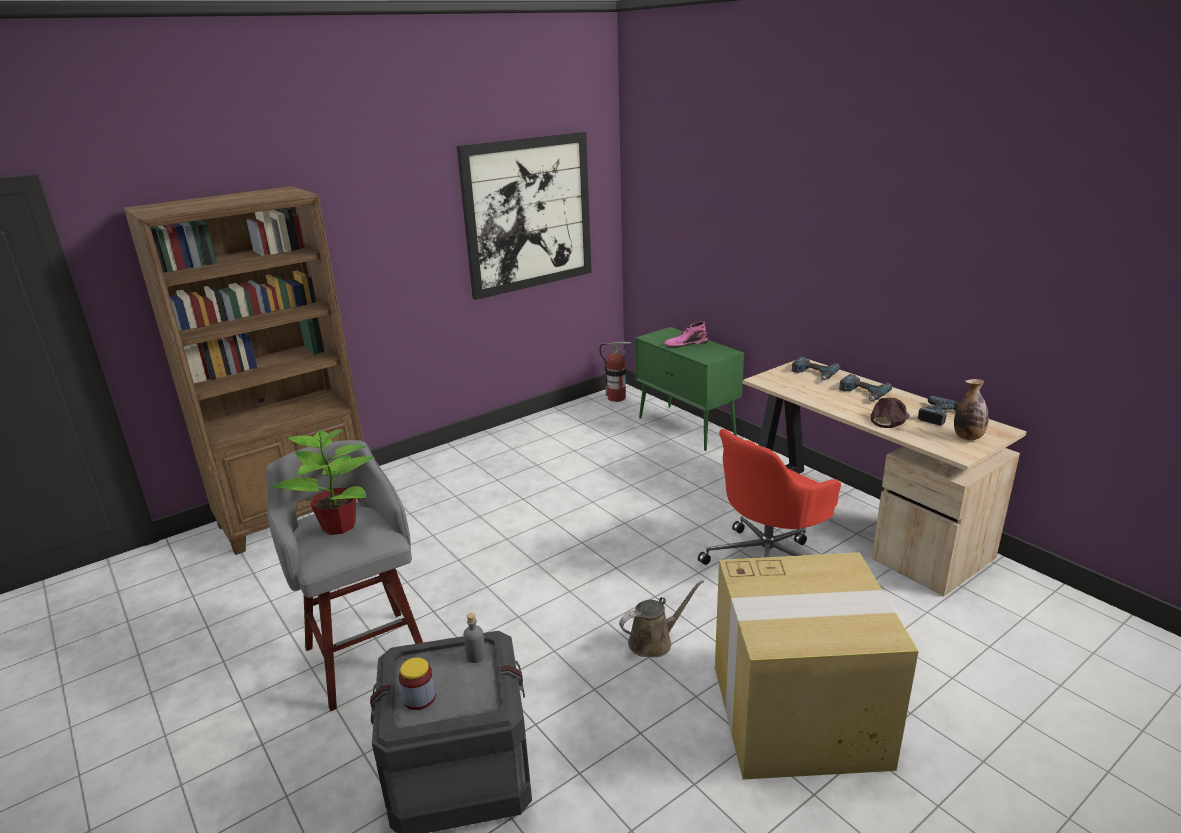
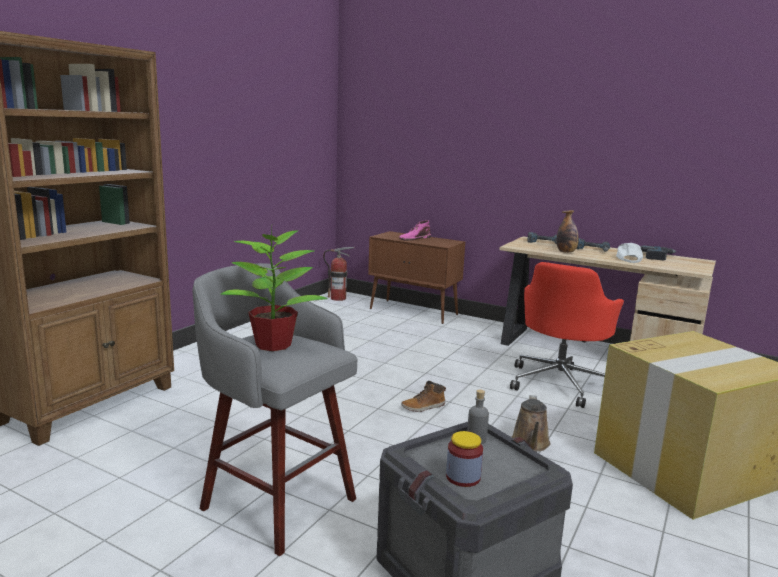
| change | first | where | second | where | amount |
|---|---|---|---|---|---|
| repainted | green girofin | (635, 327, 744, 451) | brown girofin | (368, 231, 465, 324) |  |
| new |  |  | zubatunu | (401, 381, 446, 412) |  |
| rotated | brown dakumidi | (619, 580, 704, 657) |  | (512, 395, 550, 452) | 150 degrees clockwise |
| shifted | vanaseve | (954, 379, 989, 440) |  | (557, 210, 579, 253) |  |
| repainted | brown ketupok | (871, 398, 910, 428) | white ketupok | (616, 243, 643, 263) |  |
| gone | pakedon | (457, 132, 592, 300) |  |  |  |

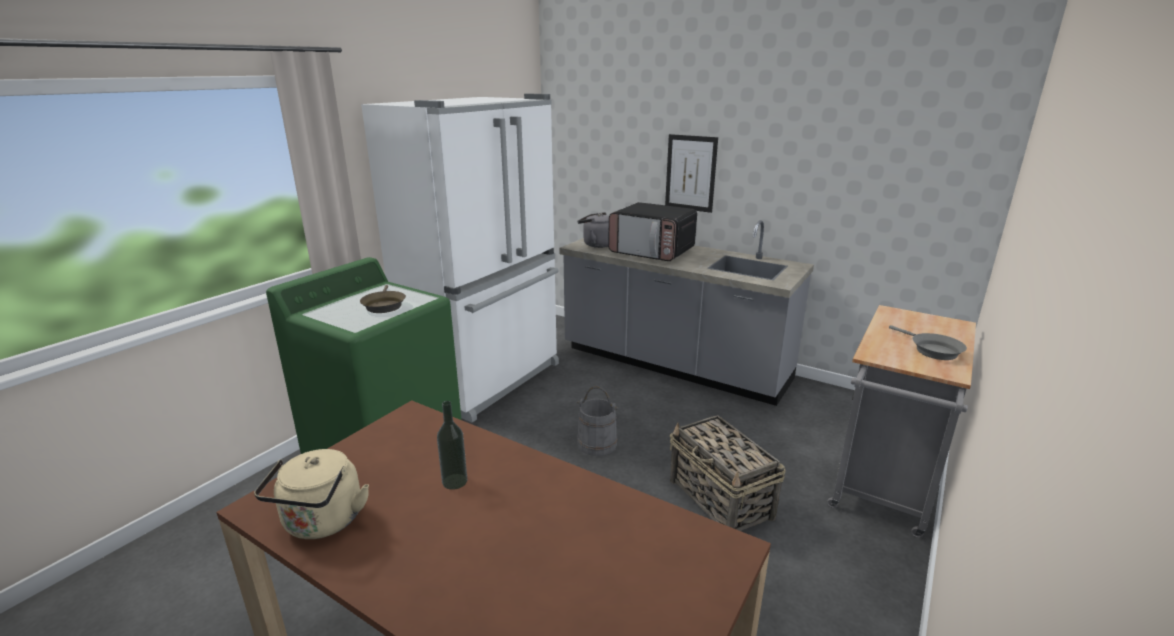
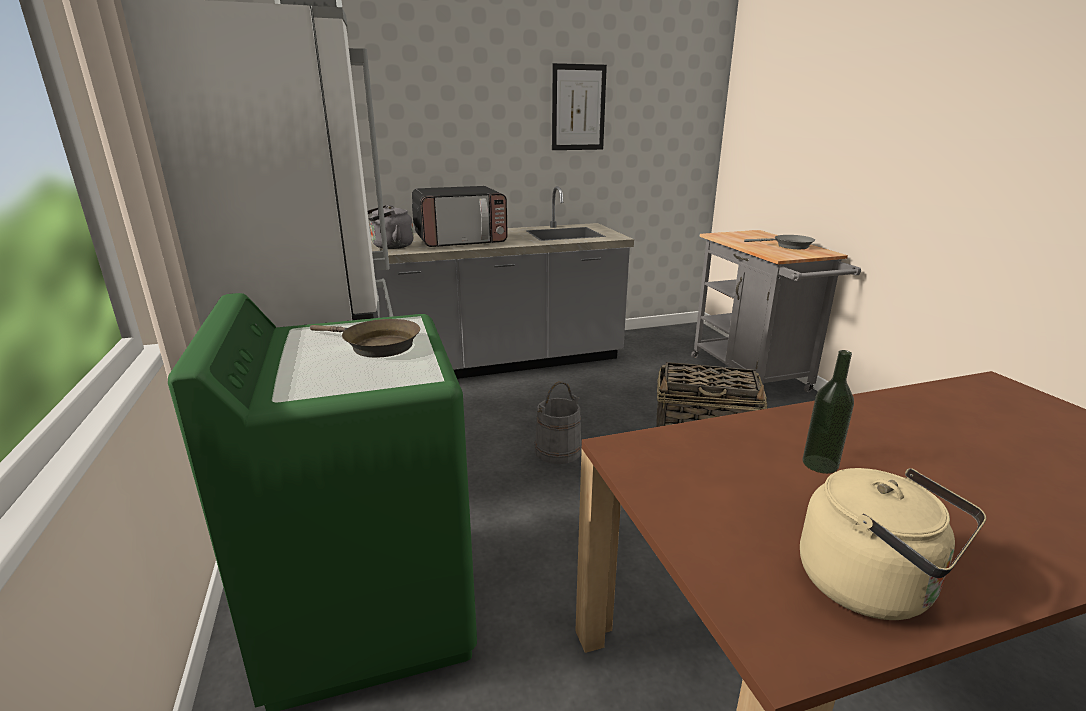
| change | first | where | second | where | amount |
|---|---|---|---|---|---|
| shifted | pakedon | (665, 134, 718, 213) |  | (552, 63, 607, 150) |  |

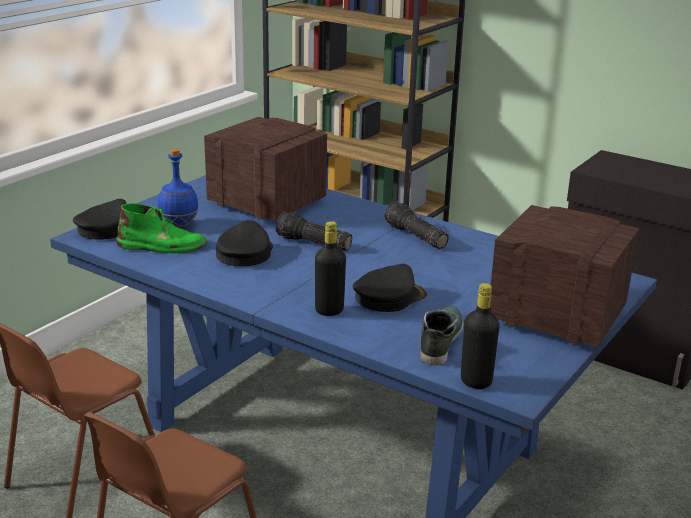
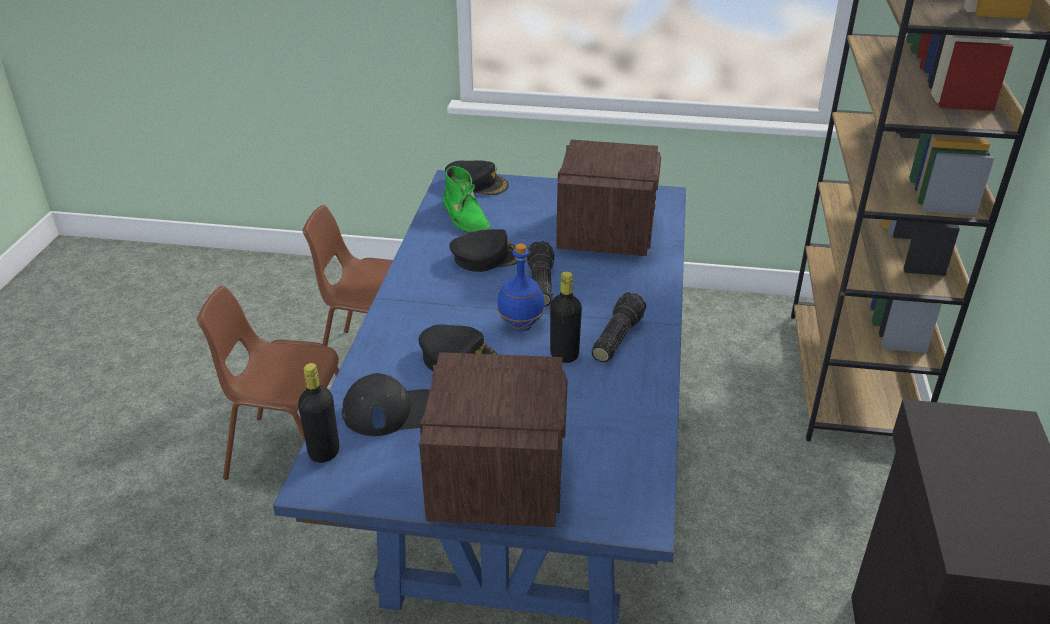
| change | first | where | second | where | amount |
|---|---|---|---|---|---|
| swapped | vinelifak | (420, 306, 463, 365) | black ketupok | (342, 373, 430, 436) |  |
| shifted | blue vanaseve | (157, 149, 199, 229) |  | (497, 244, 545, 331) |  |
| shifted | black vanaseve | (315, 221, 346, 316) |  | (550, 271, 582, 363) |  |

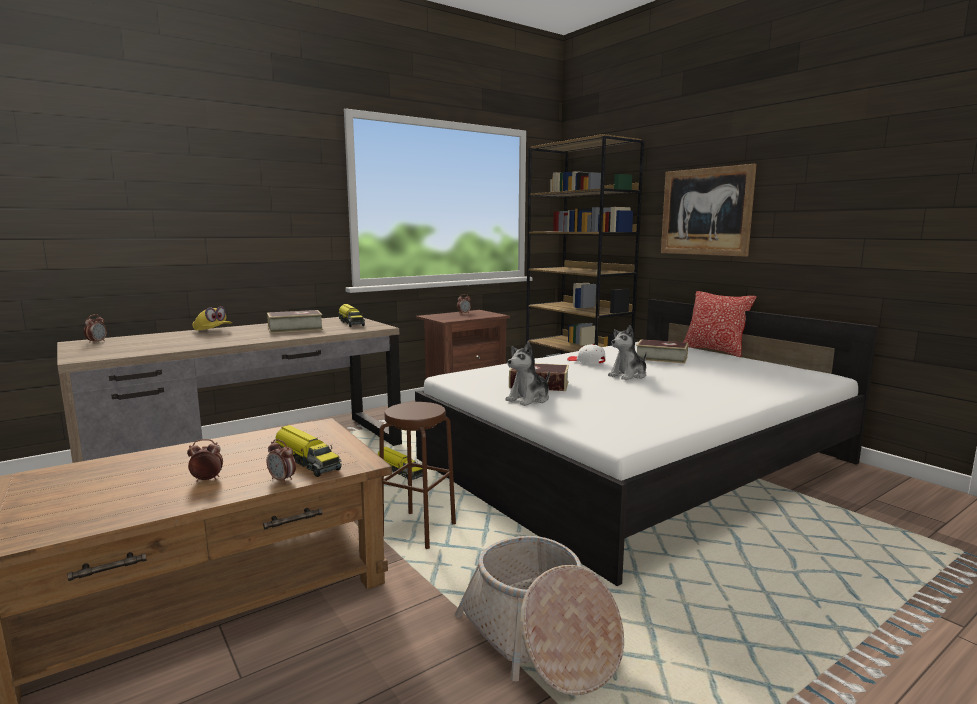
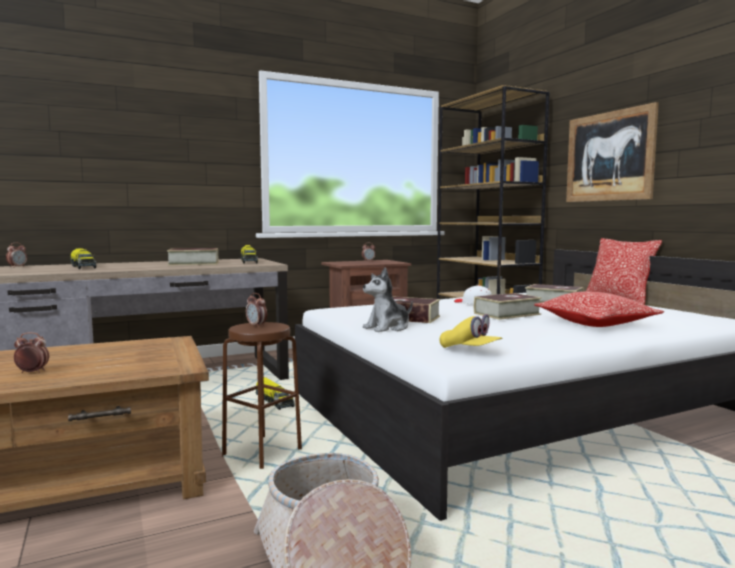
| change | first | where | second | where | amount |
|---|---|---|---|---|---|
| shifted | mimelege | (275, 425, 342, 477) |  | (70, 248, 97, 269) |  |
| shifted | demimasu | (267, 439, 296, 484) |  | (246, 293, 267, 328) |  |
| shifted | yellow ketupok | (192, 306, 232, 330) |  | (440, 314, 502, 348) |  |
| swapped | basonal | (608, 325, 647, 380) | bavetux | (474, 293, 542, 320) |  |
| new |  |  | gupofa | (534, 292, 664, 327) |  |

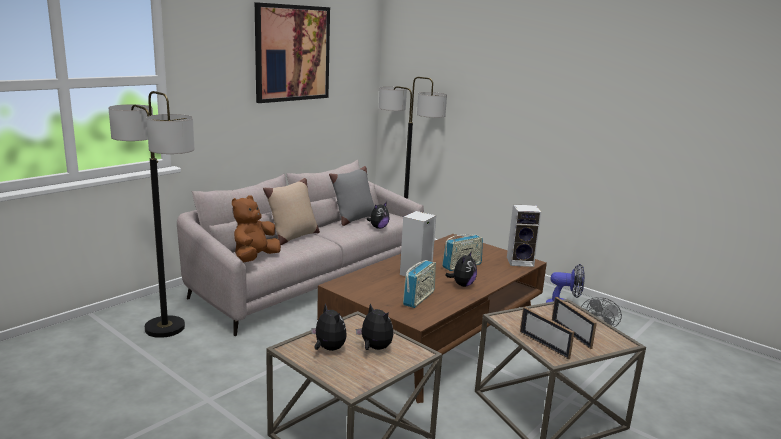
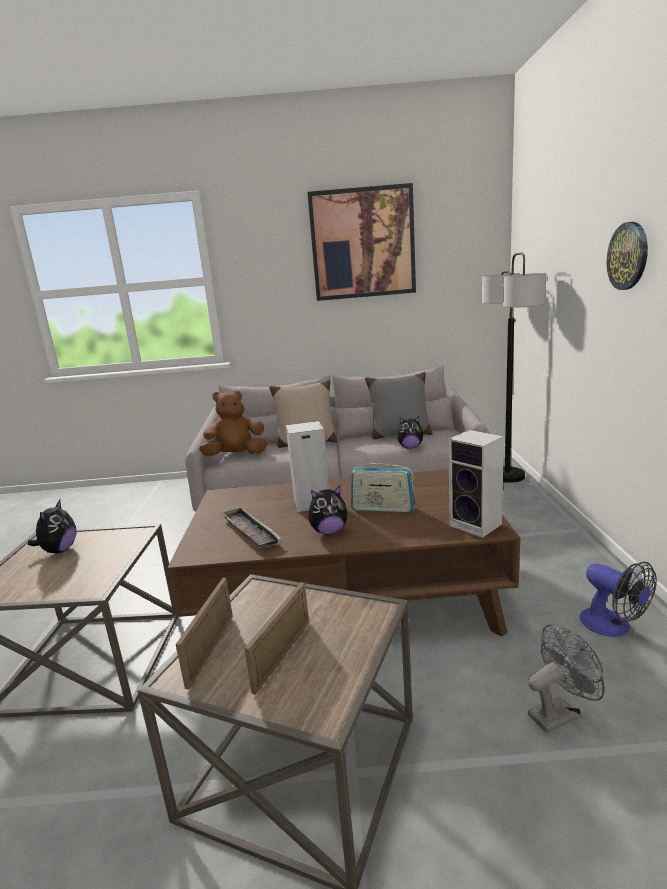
| change | first | where | second | where | amount |
|---|---|---|---|---|---|
| swapped | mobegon | (403, 260, 436, 308) | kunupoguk | (221, 506, 282, 547) |  |
| new |  |  | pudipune | (607, 222, 648, 290) |  |
| gone | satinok | (108, 91, 194, 338) |  |  |  |
| gone | basonal | (356, 303, 393, 350) |  |  |  |

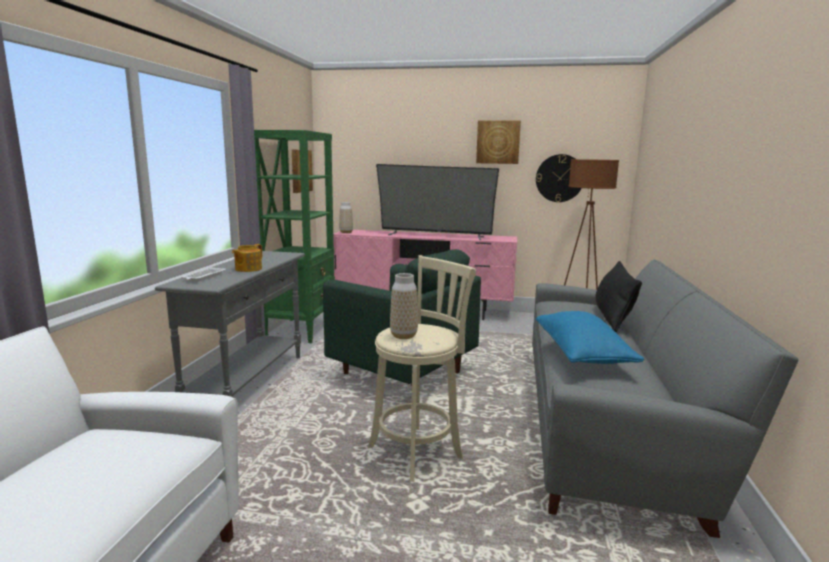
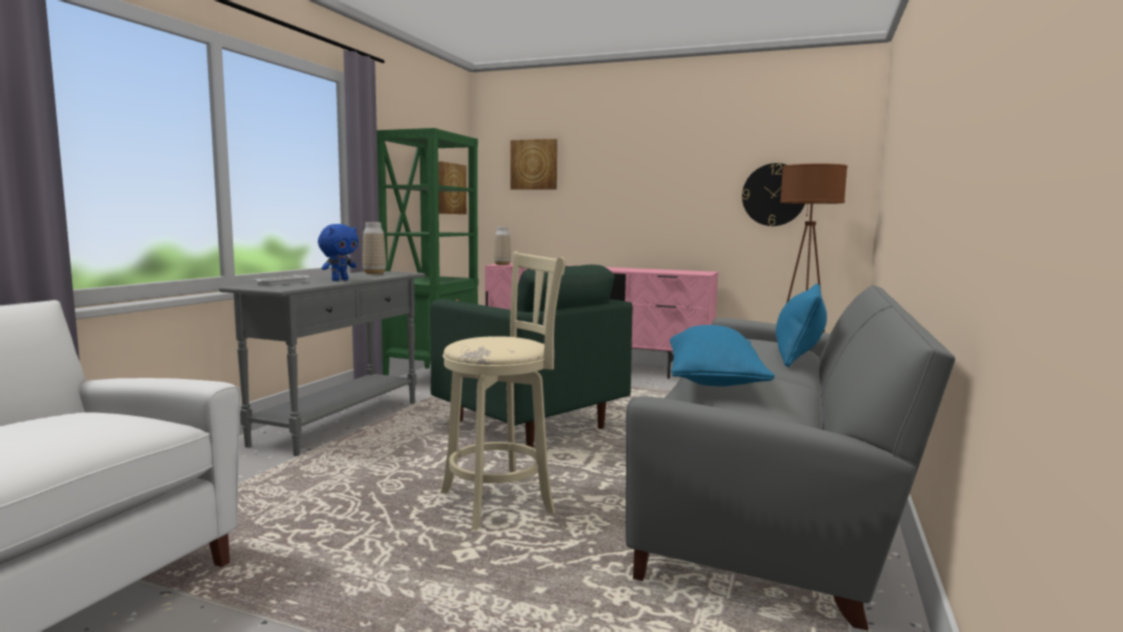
| change | first | where | second | where | amount |
|---|---|---|---|---|---|
| swapped | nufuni | (232, 244, 262, 272) | blue basonal | (318, 224, 358, 281) |  |
| shifted | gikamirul | (390, 273, 418, 339) |  | (362, 222, 386, 274) |  |
| shifted | pakedon | (476, 120, 521, 164) |  | (510, 139, 557, 190) |  |
| repainted | black gupofa | (595, 261, 642, 332) | blue gupofa | (776, 283, 827, 367) |  |
| gone | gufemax | (376, 164, 499, 240) |  |  |  |

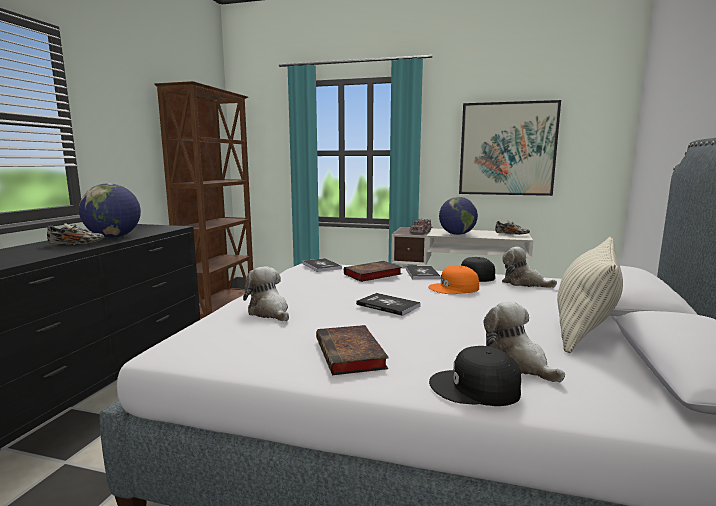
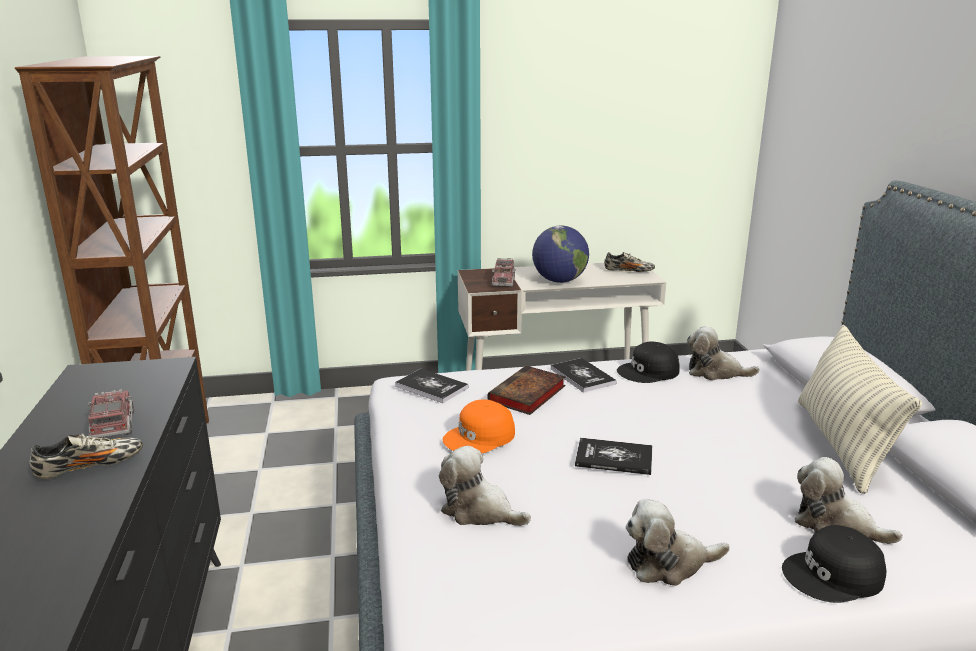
| change | first | where | second | where | amount |
|---|---|---|---|---|---|
| swapped | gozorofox | (79, 183, 141, 238) | mimelege | (88, 389, 134, 438) |  |
| shifted | orange ketupok | (428, 265, 479, 294) |  | (443, 400, 515, 454) |  |
| swapped | bavetux | (316, 325, 389, 375) | basonal | (626, 499, 730, 586) |  |
| gone | pakedon | (459, 100, 561, 196) |  |  |  |

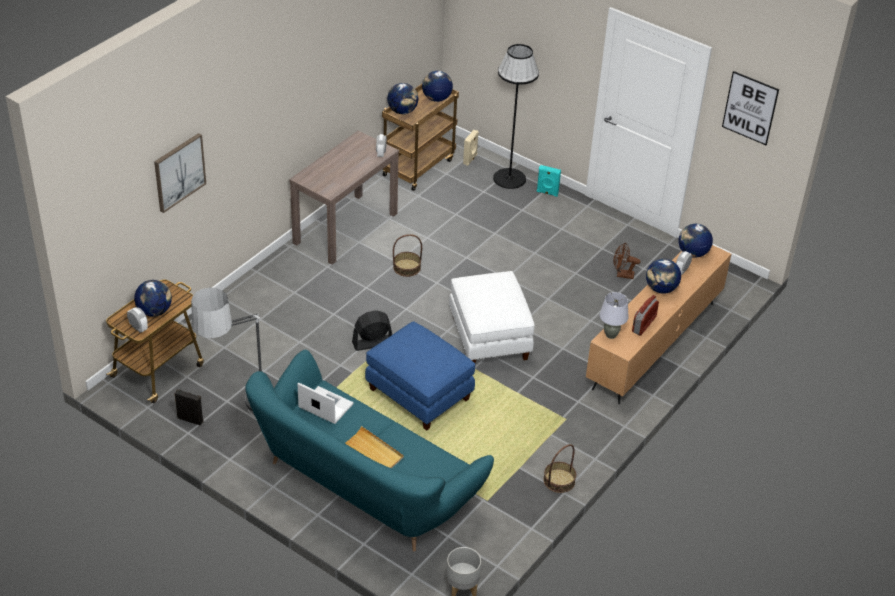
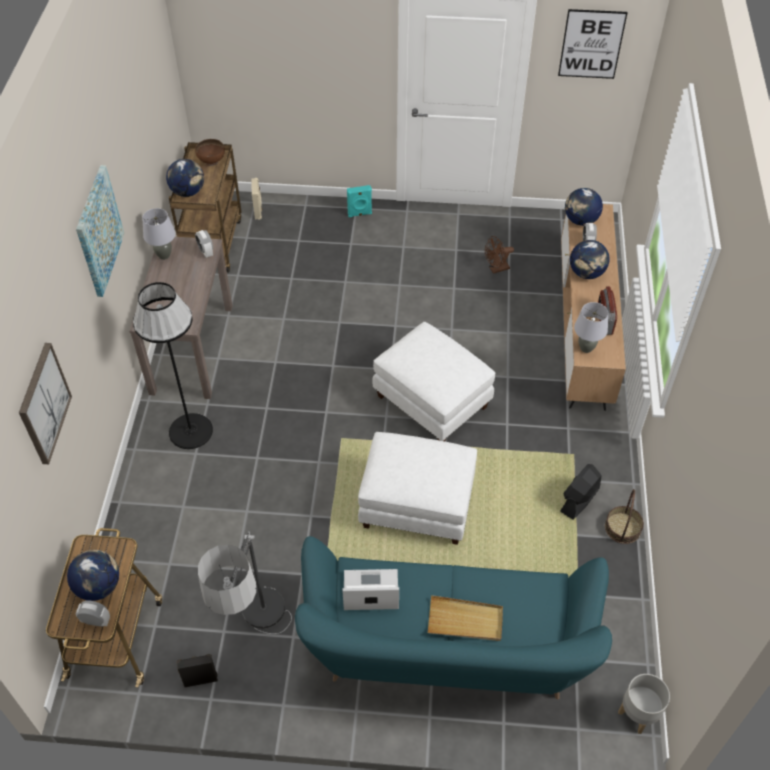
| change | first | where | second | where | amount |
|---|---|---|---|---|---|
| new |  |  | pakedon | (76, 165, 124, 297) |  |
| shifted | black satinok | (493, 44, 539, 189) |  | (133, 282, 213, 449) |  |
| new |  |  | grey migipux | (142, 208, 175, 260) |  |
| swapped | gozorofox | (422, 71, 453, 102) | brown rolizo | (195, 139, 225, 166) |  |
| repainted | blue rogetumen | (365, 321, 475, 431) | white rogetumen | (358, 432, 477, 545) |  |
| shifted | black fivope | (352, 310, 392, 351) |  | (560, 464, 602, 520) |  |
| gone | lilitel | (393, 234, 422, 277) |  |  |  |

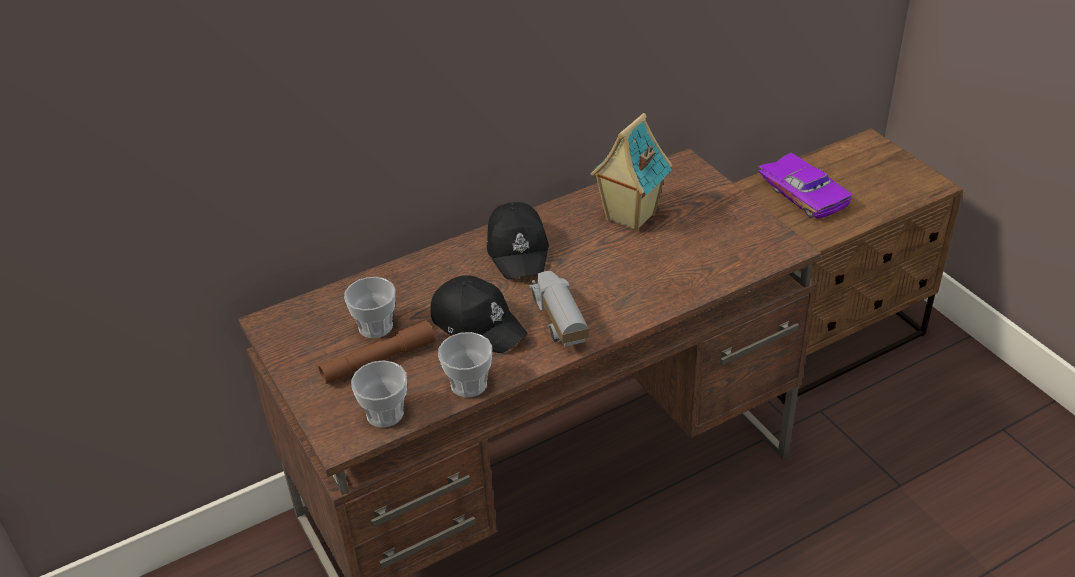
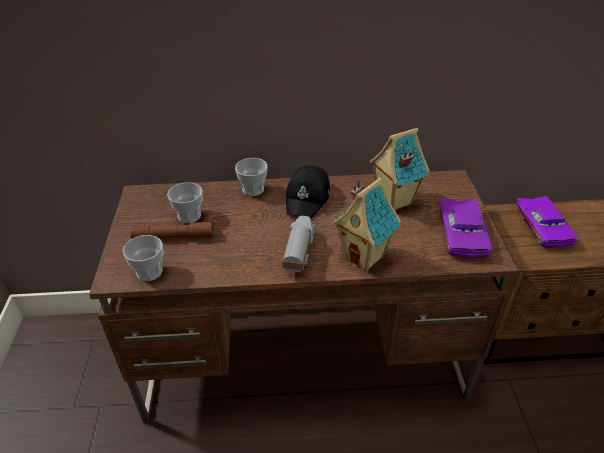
| change | first | where | second | where | amount |
|---|---|---|---|---|---|
| shifted | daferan | (438, 332, 492, 398) |  | (235, 158, 268, 196) |  |
| new |  |  | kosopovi | (332, 178, 401, 272) |  |
| new |  |  | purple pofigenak | (439, 198, 492, 258) |  |
| gone | black ketupok | (430, 275, 528, 353) |  |  |  |

